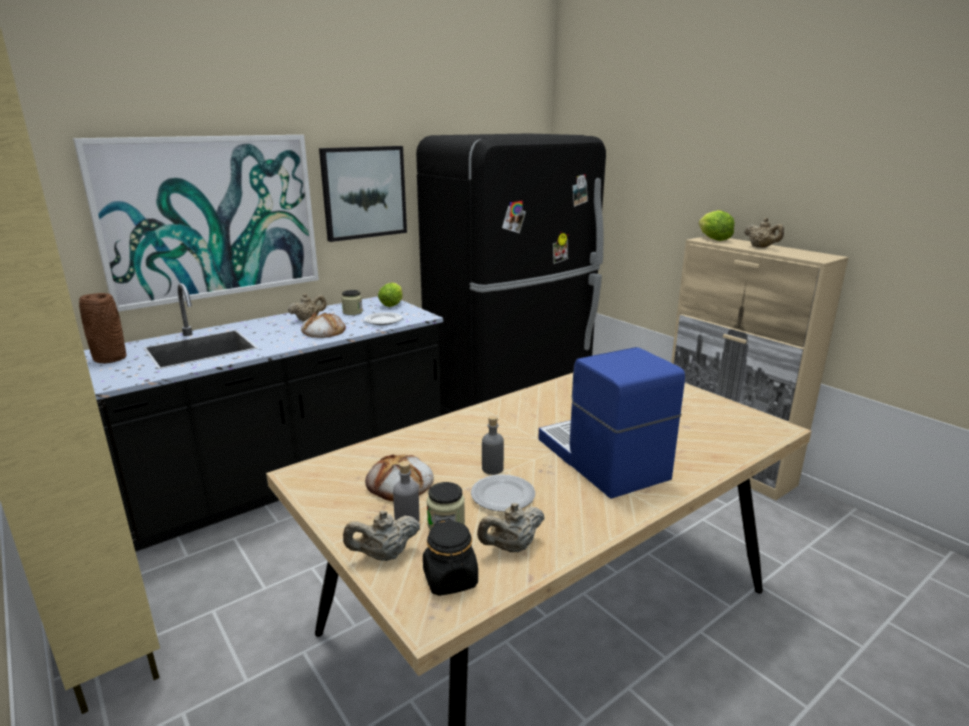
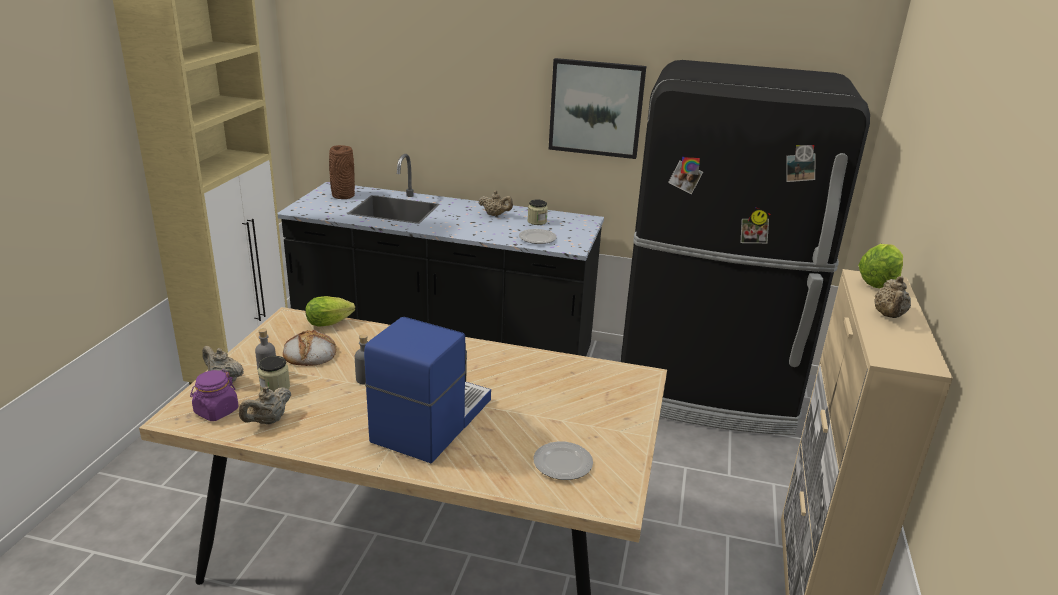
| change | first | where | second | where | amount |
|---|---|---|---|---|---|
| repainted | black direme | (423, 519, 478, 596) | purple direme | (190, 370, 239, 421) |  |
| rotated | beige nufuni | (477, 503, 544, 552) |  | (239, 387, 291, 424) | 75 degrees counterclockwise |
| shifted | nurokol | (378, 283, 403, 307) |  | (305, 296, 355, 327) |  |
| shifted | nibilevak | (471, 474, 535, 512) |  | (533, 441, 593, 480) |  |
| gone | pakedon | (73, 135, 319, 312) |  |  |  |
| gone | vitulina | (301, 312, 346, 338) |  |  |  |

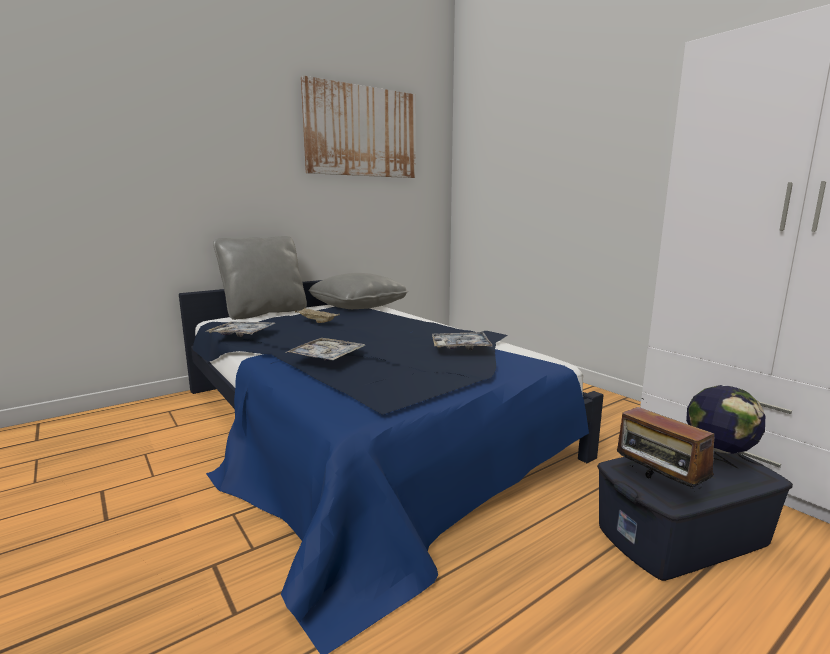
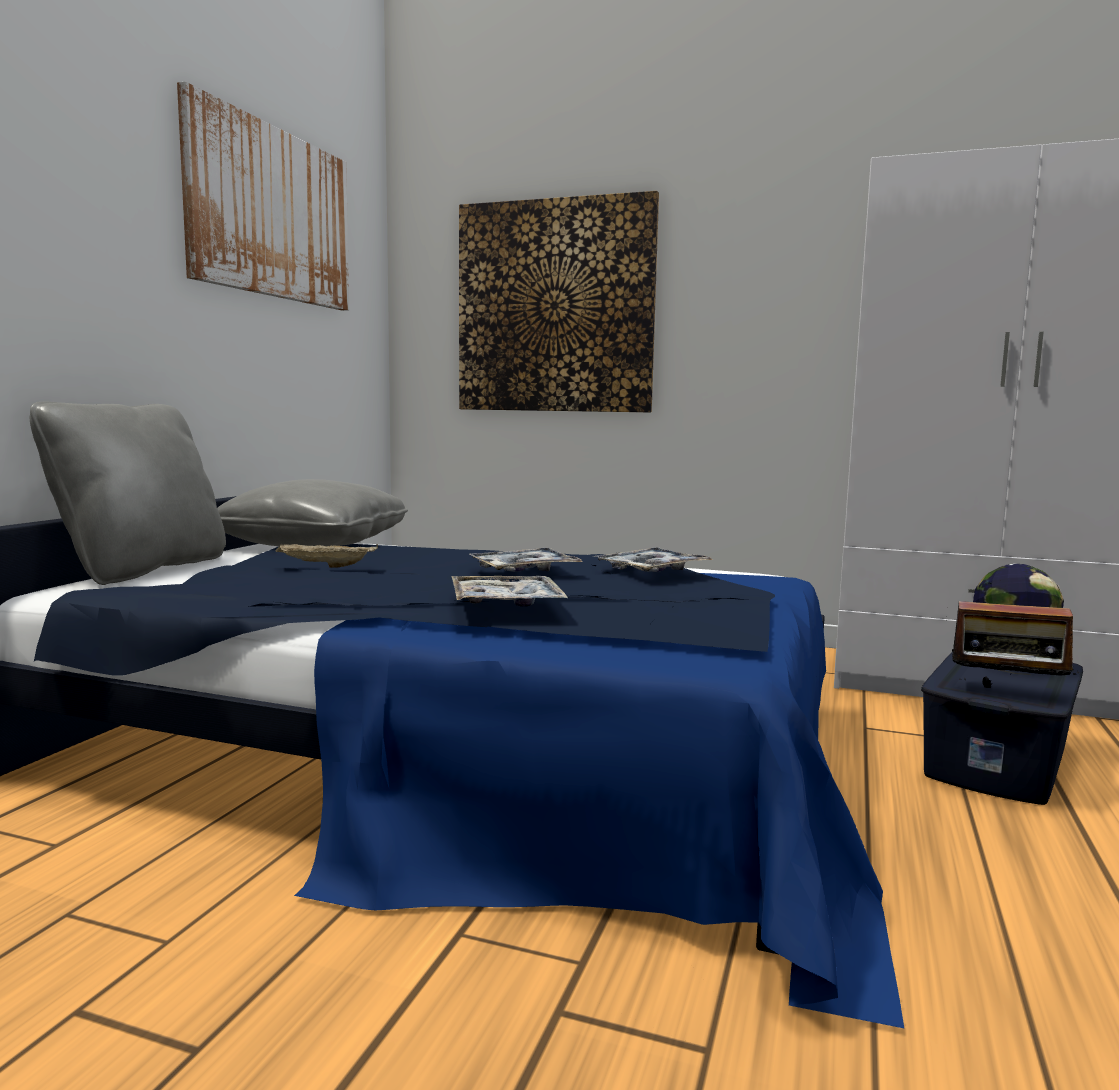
| change | first | where | second | where | amount |
|---|---|---|---|---|---|
| new |  |  | pakedon | (459, 191, 659, 412) |  |
| shifted | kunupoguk | (207, 321, 275, 337) |  | (470, 548, 582, 572) |  |

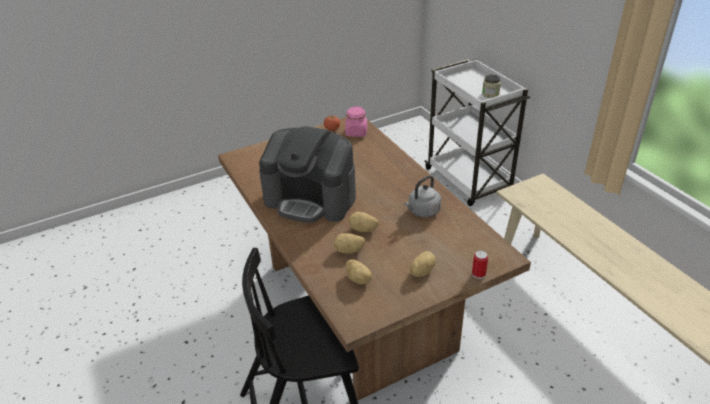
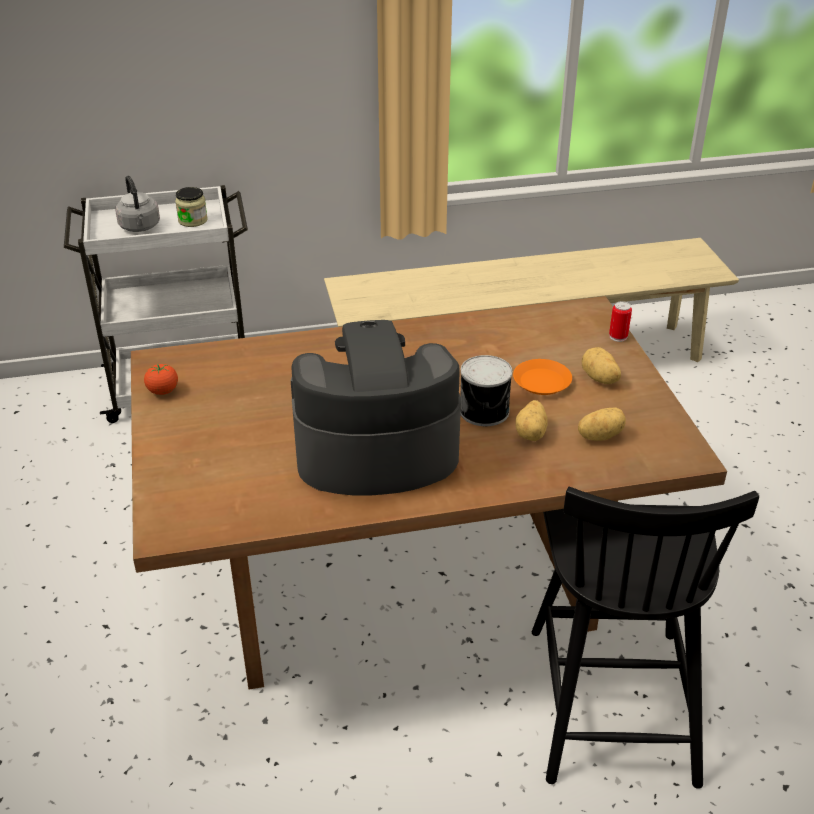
| change | first | where | second | where | amount |
|---|---|---|---|---|---|
| shifted | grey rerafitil | (404, 175, 441, 217) |  | (115, 176, 160, 232) |  |
| rotated | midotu | (259, 126, 356, 223) |  | (291, 320, 461, 496) | 135 degrees counterclockwise |
| swapped | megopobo | (348, 212, 378, 232) | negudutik | (460, 355, 512, 426) |  |
| new |  |  | orange nibilevak | (513, 359, 572, 395) |  |
| gone | pink direme | (345, 106, 367, 137) |  |  |  |

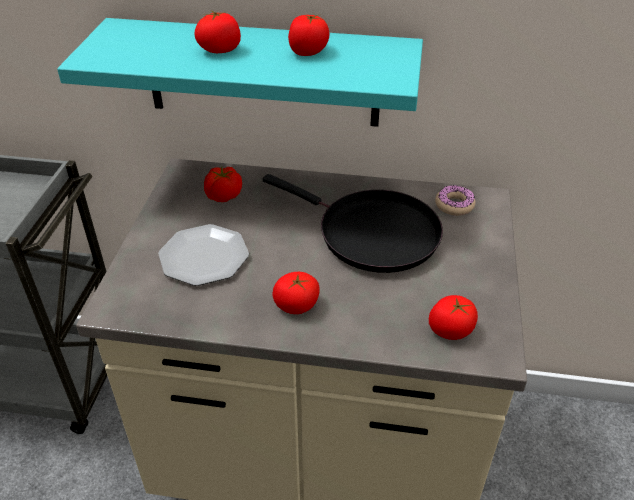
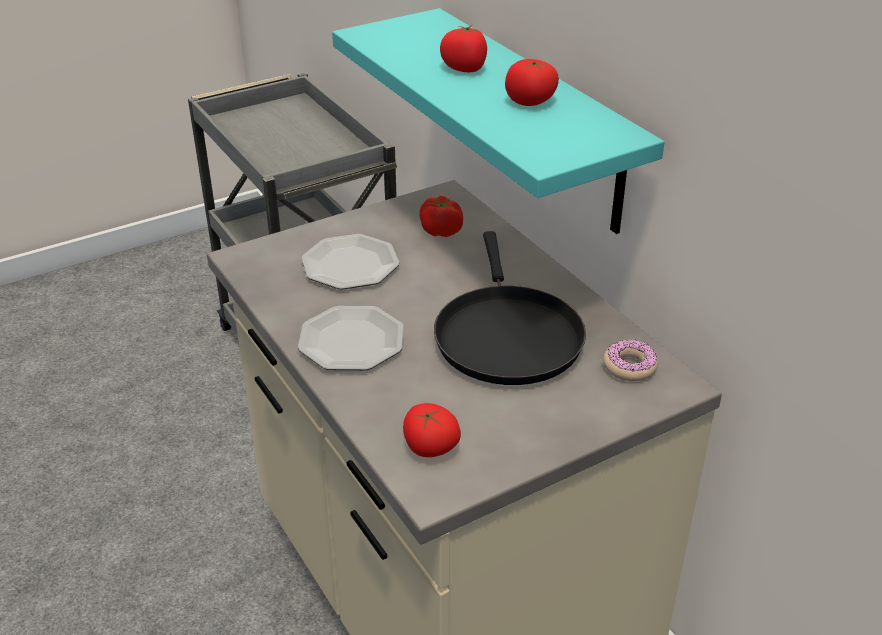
| change | first | where | second | where | amount |
|---|---|---|---|---|---|
| swapped | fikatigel | (273, 272, 320, 314) | nibilevak | (298, 306, 404, 370) |  |

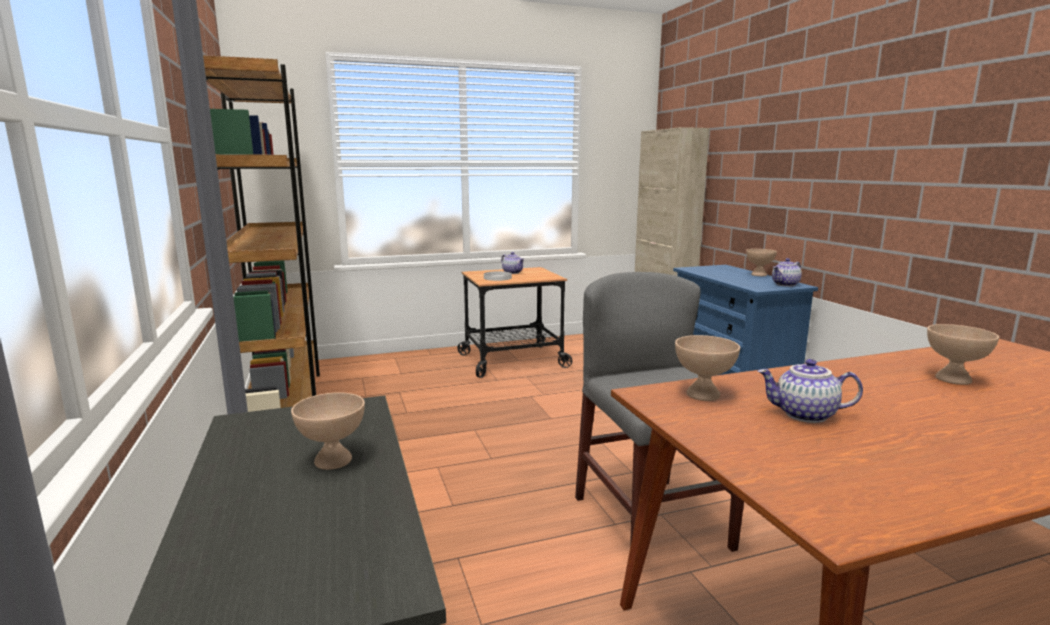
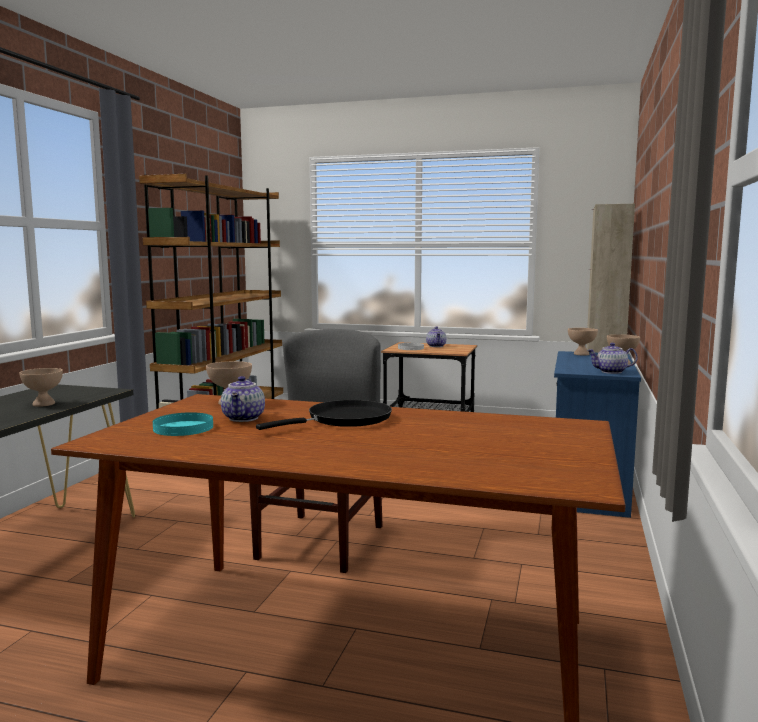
| change | first | where | second | where | amount |
|---|---|---|---|---|---|
| new |  |  | turquoise nibilevak | (153, 412, 213, 436) |  |
| rotated | nufuni | (757, 359, 863, 423) |  | (221, 376, 265, 422) | 135 degrees counterclockwise |
| new |  |  | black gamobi | (256, 400, 392, 430) |  |
| shifted | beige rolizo | (927, 324, 999, 385) |  | (568, 328, 598, 356) |  |

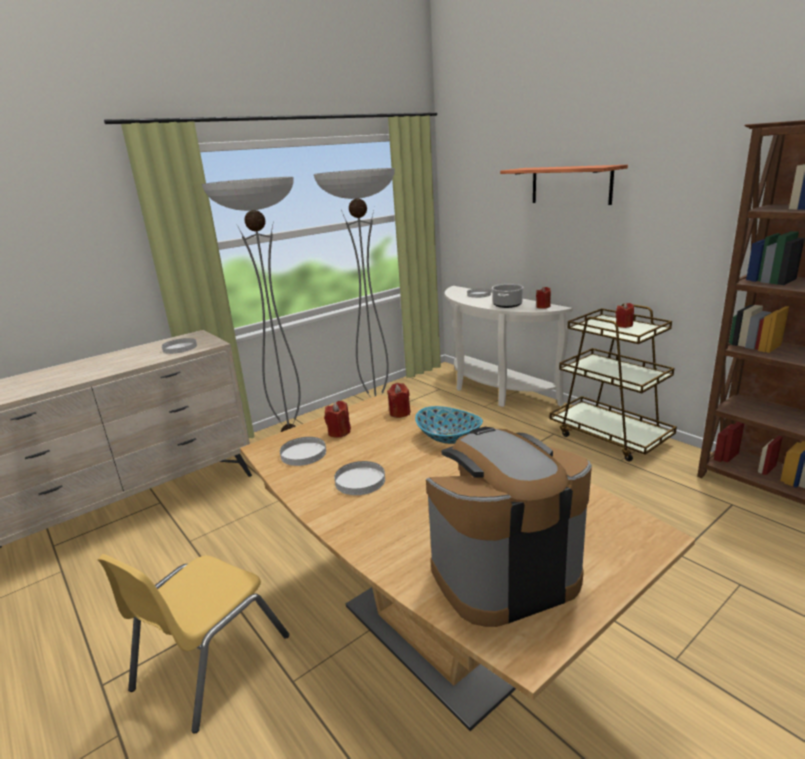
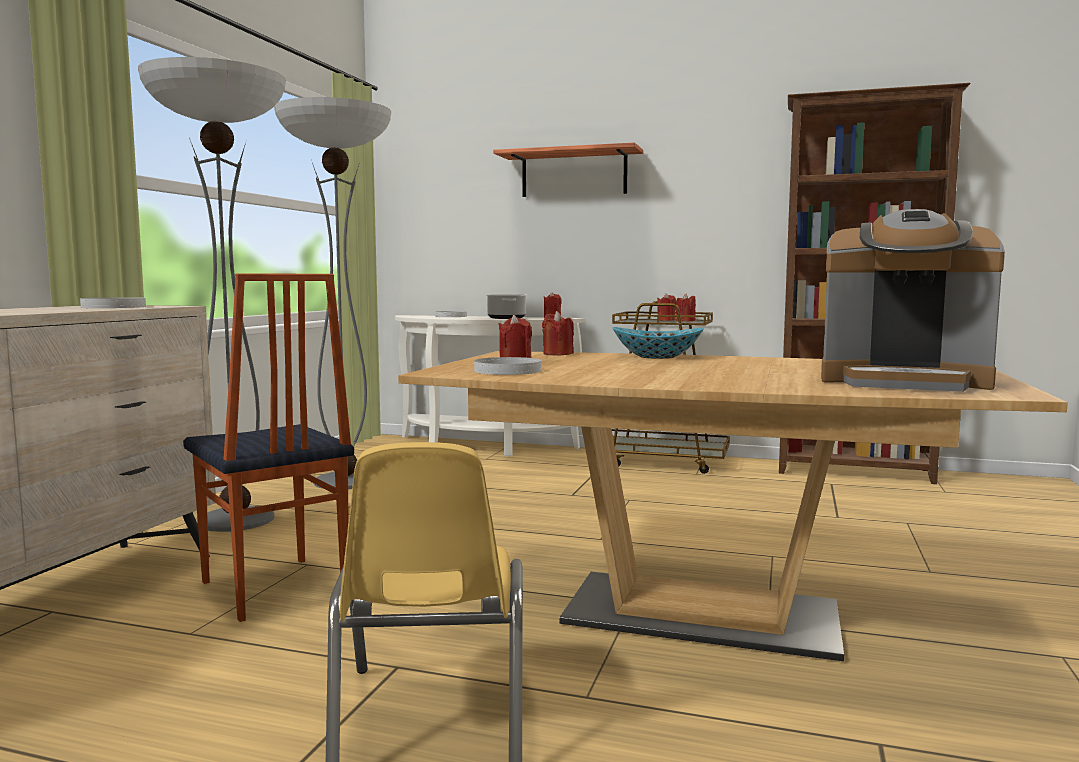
| change | first | where | second | where | amount |
|---|---|---|---|---|---|
| new |  |  | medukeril | (183, 273, 354, 622) |  |
| new |  |  | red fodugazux | (675, 294, 696, 322) |  |
| rotated | midotu | (426, 427, 592, 627) |  | (821, 209, 1005, 392) | 105 degrees counterclockwise |
| gone | white nibilevak | (334, 461, 385, 495) |  |  |  |

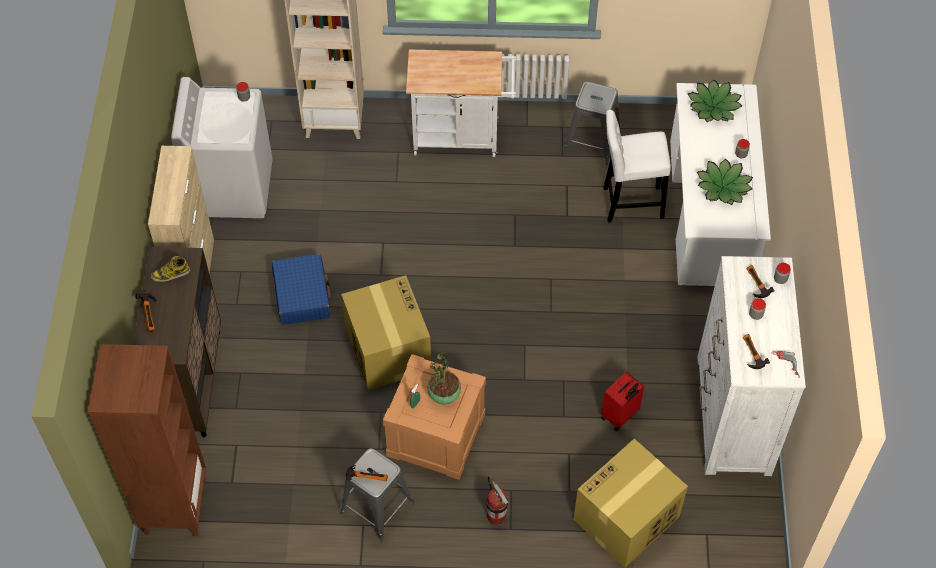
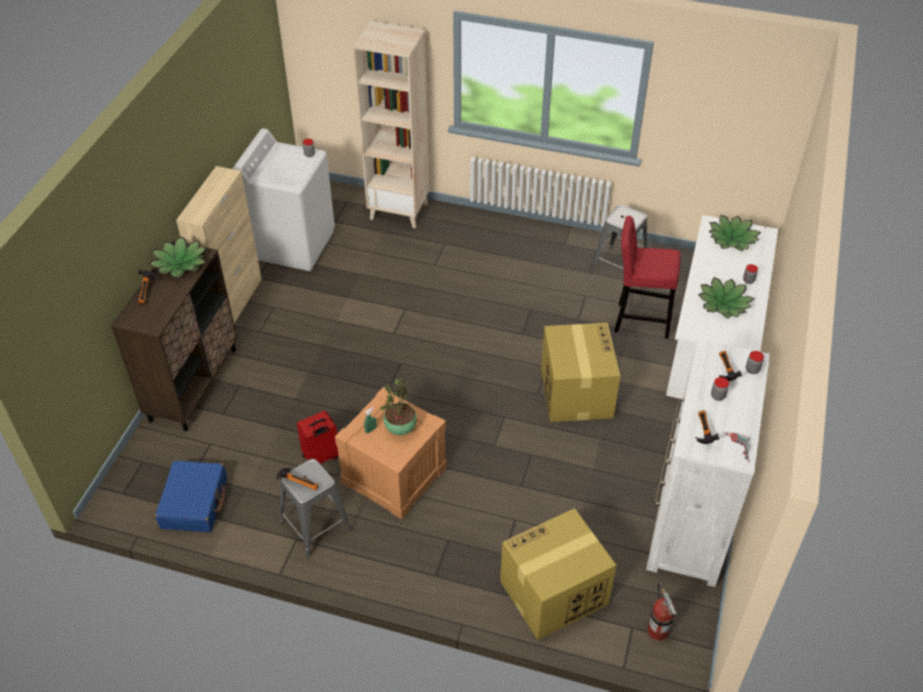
| change | first | where | second | where | amount |
|---|---|---|---|---|---|
| swapped | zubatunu | (151, 256, 190, 282) | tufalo | (149, 236, 207, 278) |  |
| shifted | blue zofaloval | (272, 254, 330, 325) |  | (155, 460, 227, 533) |  |
| shifted | red zofaloval | (601, 372, 644, 431) |  | (297, 410, 339, 464) |  |
| shifted | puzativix | (341, 275, 431, 390) |  | (541, 323, 620, 422) |  |
| repainted | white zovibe | (604, 110, 671, 223) | red zovibe | (614, 216, 681, 339) |  |
| shifted | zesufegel | (486, 476, 508, 525) |  | (648, 583, 677, 641) |  |
| gone | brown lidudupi | (88, 344, 206, 536) |  |  |  |
| gone | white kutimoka | (406, 50, 517, 157) |  |  |  |

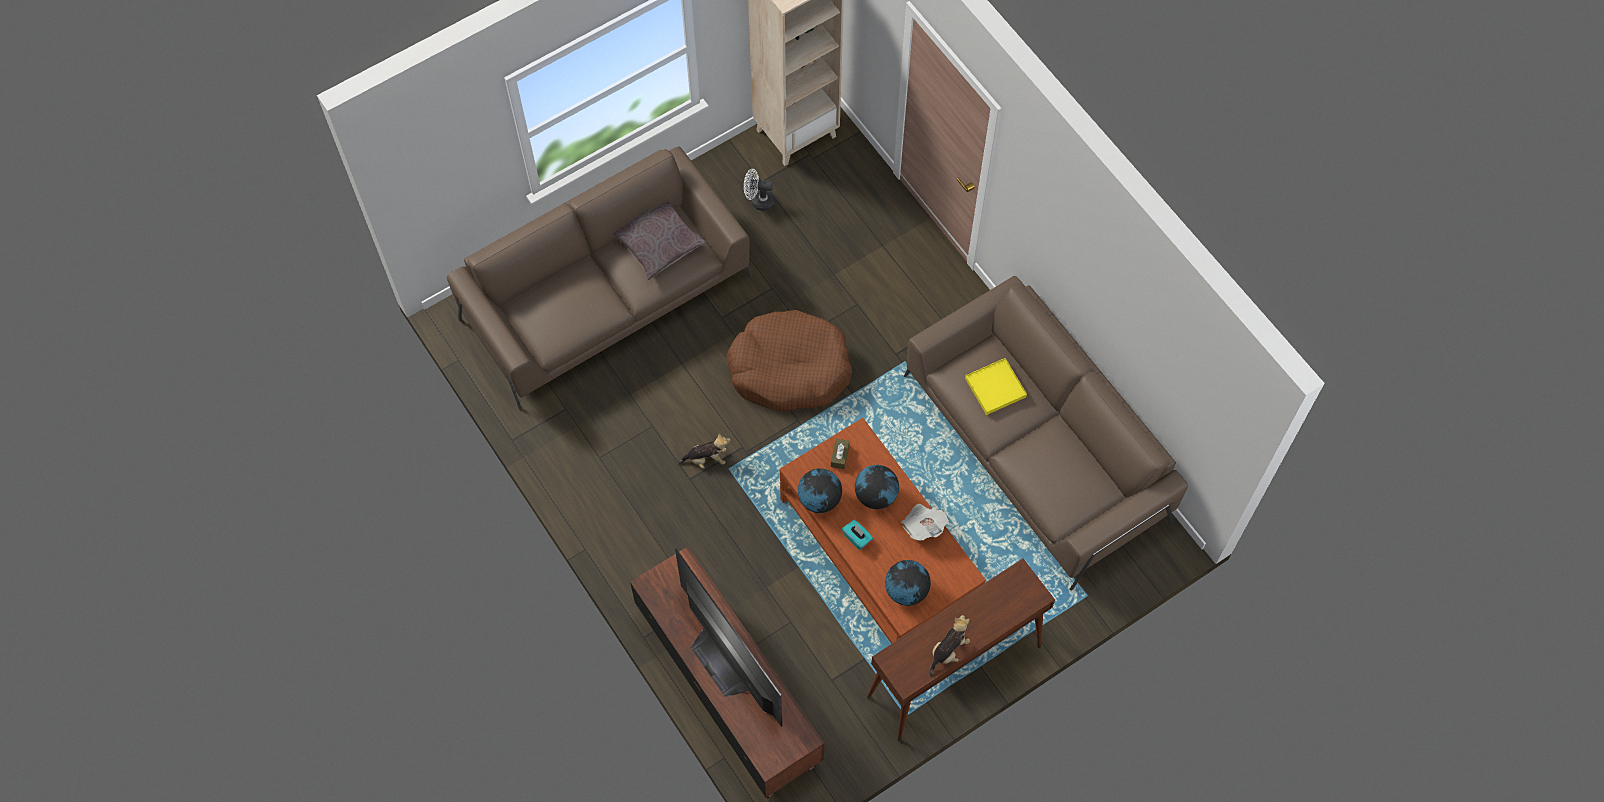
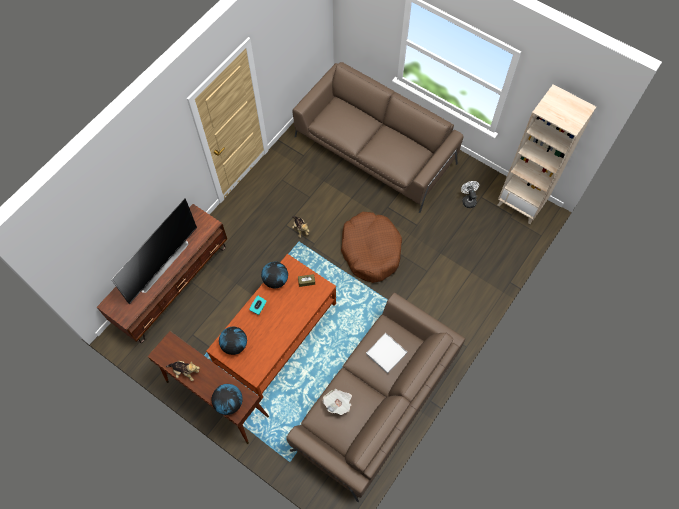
| change | first | where | second | where | amount |
|---|---|---|---|---|---|
| shifted | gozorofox | (855, 465, 899, 509) |  | (212, 384, 243, 415) |  |
| shifted | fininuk | (901, 504, 949, 541) |  | (323, 389, 352, 415) |  |
| repainted | yellow kunupoguk | (965, 358, 1027, 415) | white kunupoguk | (366, 333, 407, 374) |  |
| gone | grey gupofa | (613, 201, 706, 280) |  |  |  |

